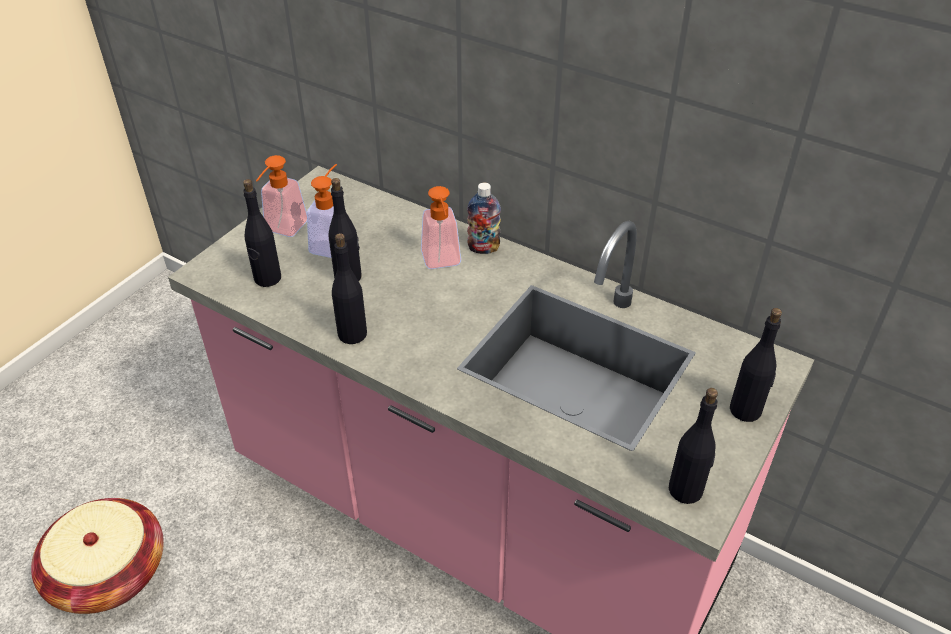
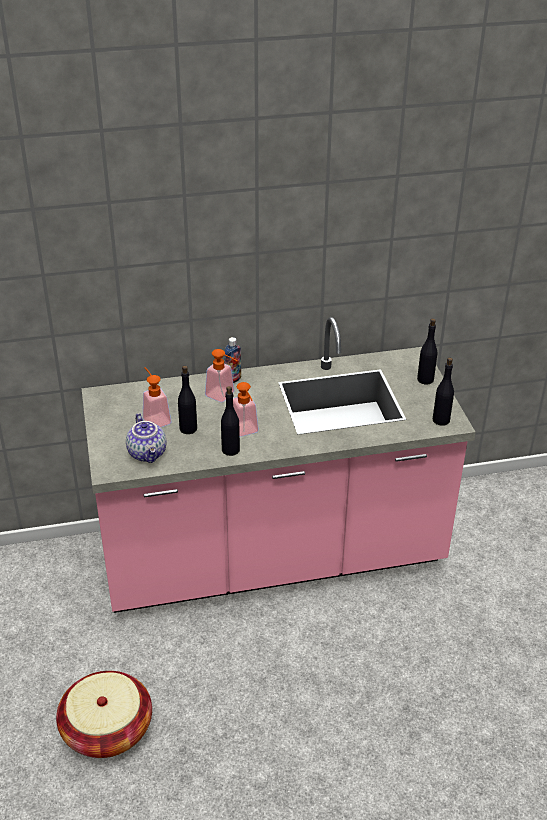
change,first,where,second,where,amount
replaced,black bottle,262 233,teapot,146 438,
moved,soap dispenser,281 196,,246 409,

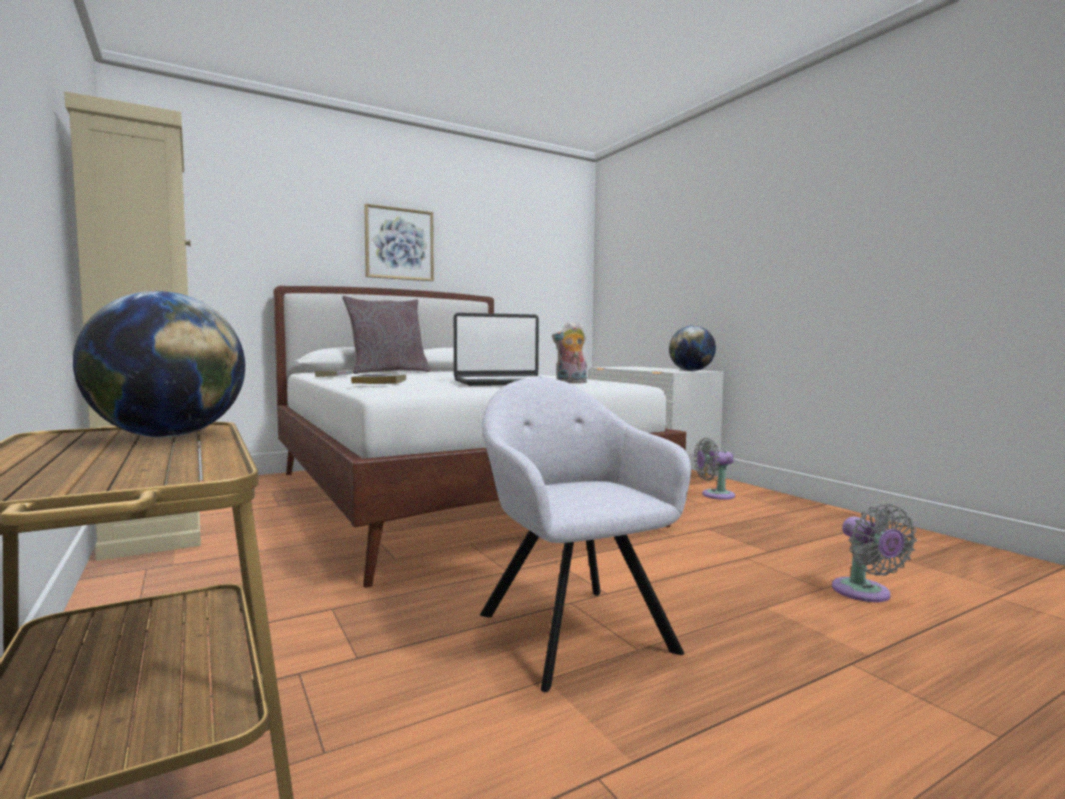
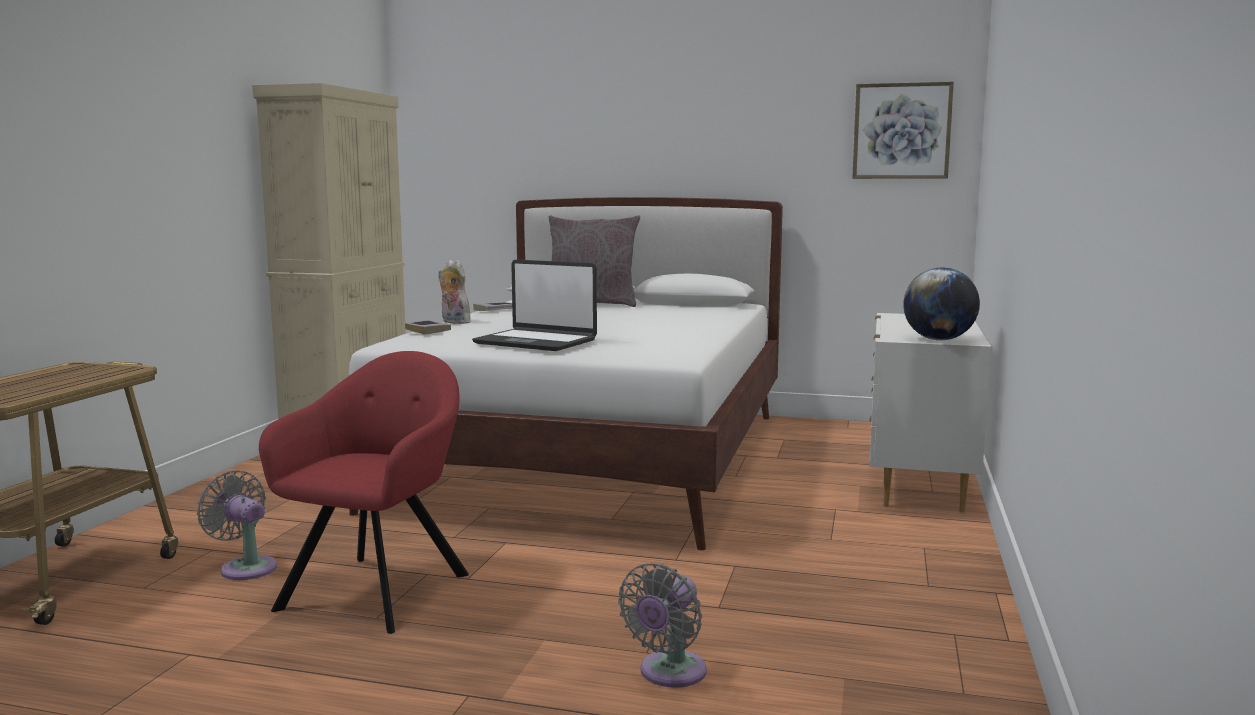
change,first,where,second,where,amount
removed,globe,159 364,,,
moved,picture,399 242,,903 130,
recoloured,grey armchair,585 535,red armchair,364 492,
moved,plush toy,569 352,,454 292,
moved,grey fan,714 469,,237 525,

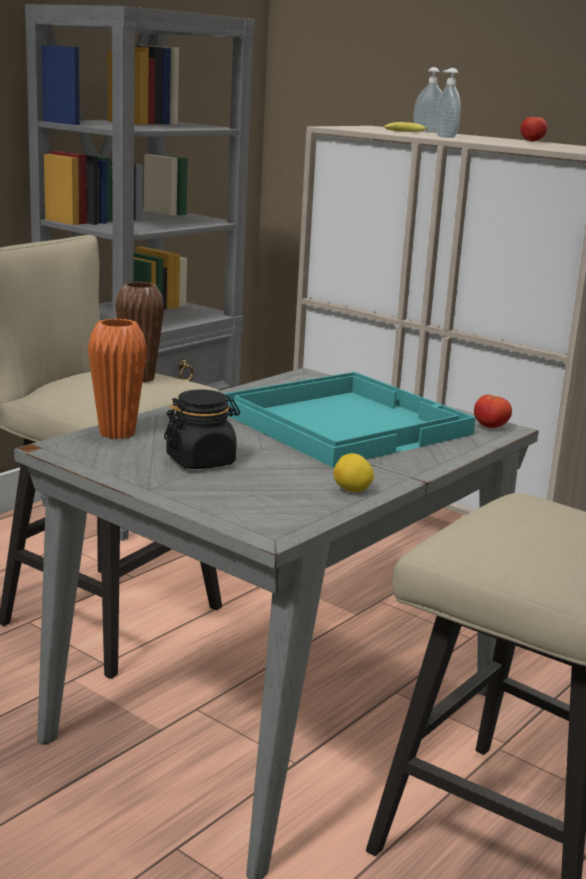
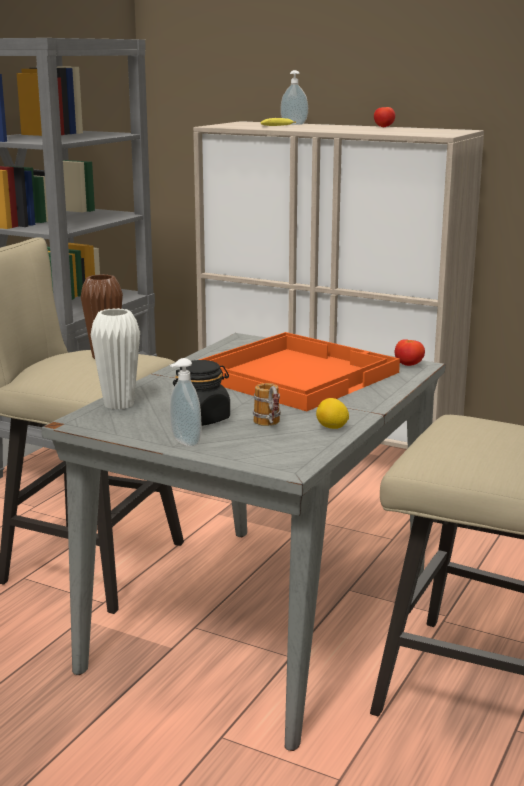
change,first,where,second,where,amount
recoloured,orange vase,117 378,white vase,115 359,
recoloured,turquoise tray,350 419,orange tray,299 371,
moved,soap dispenser,448 103,,185 402,
added,,,mug,267 404,

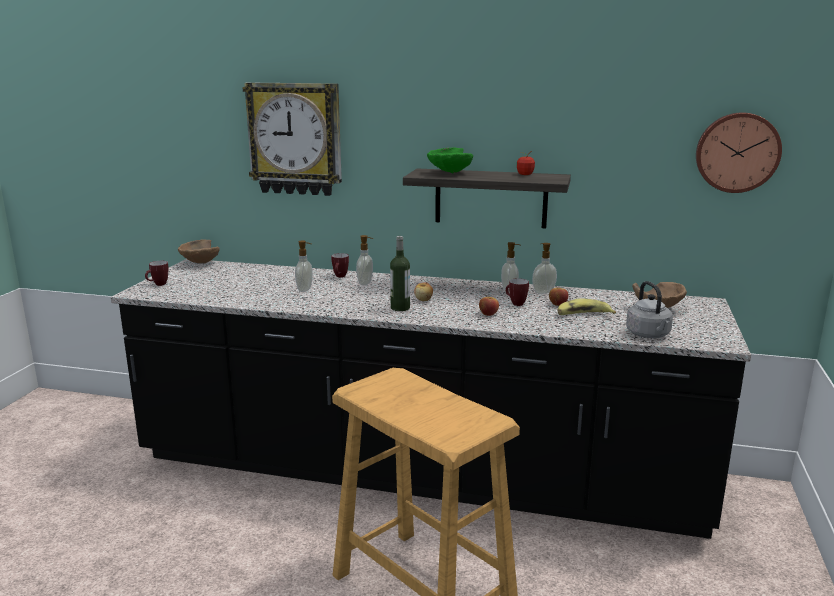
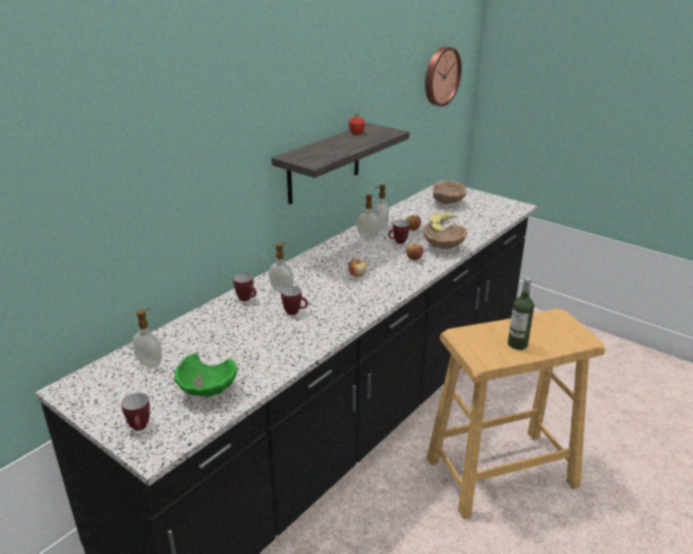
change,first,where,second,where,amount
moved,brown bowl,199 251,,445 236,
removed,wall clock,292 139,,,
moved,soap dispenser,304 266,,147 338,
moved,bottle,400 273,,521 313,
moved,green bowl,450 160,,206 375,
removed,grey kettle,649 309,,,
added,,,mug,294 300,

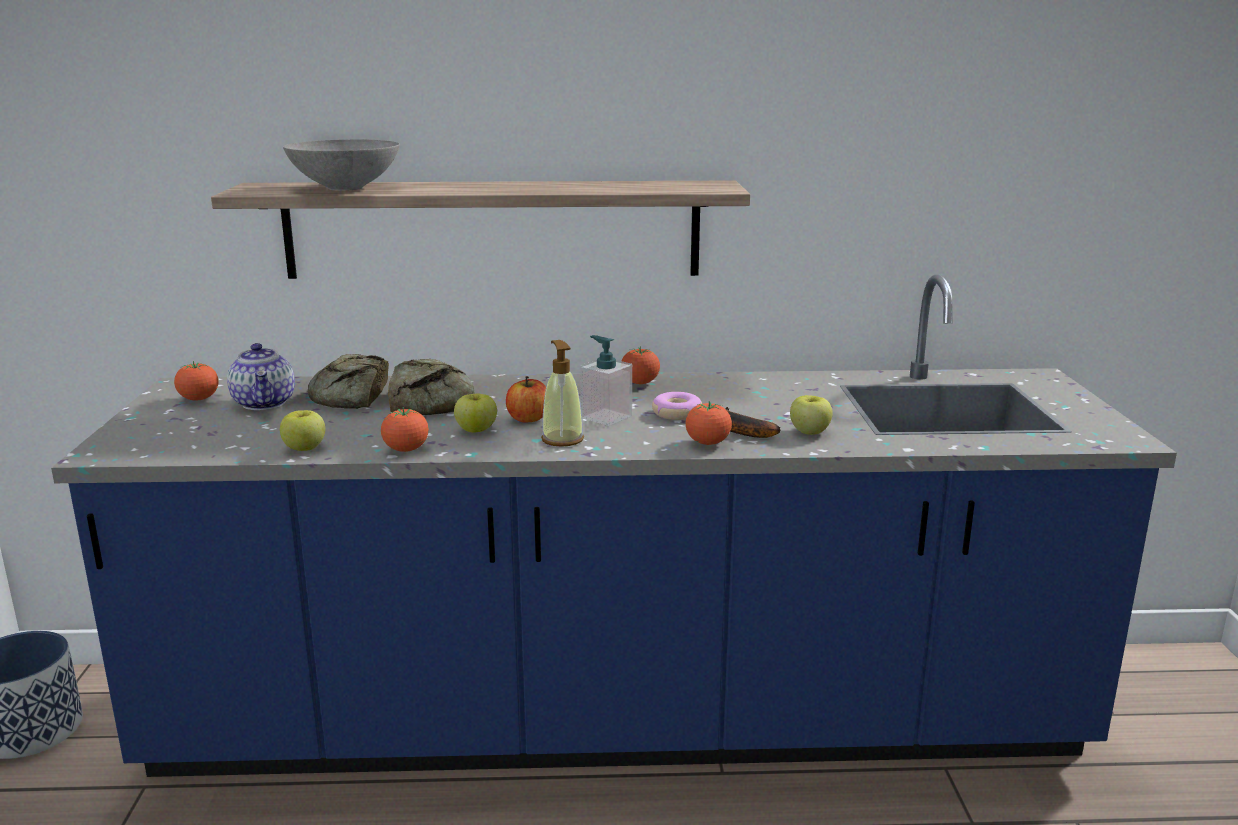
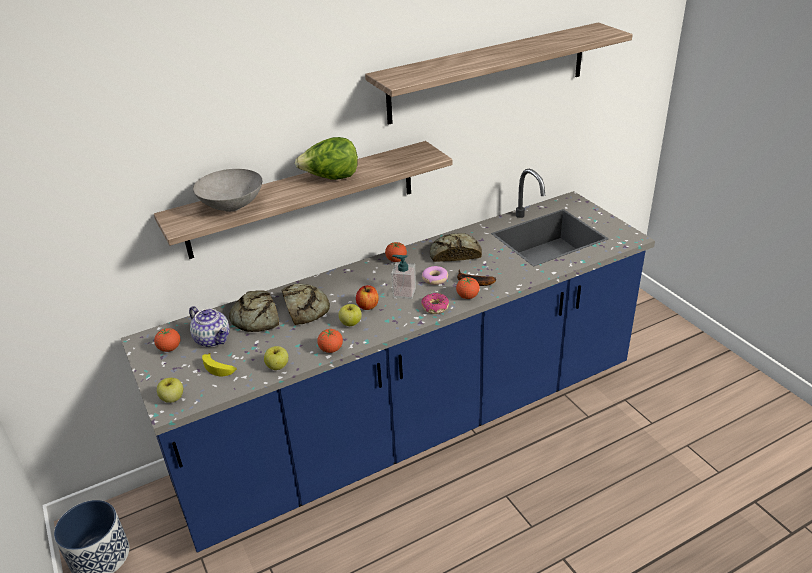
change,first,where,second,where,amount
removed,soap dispenser,562 393,,,
moved,apple,811 415,,170 390,
added,,,banana,219 364,
added,,,lettuce,326 158,
added,,,shelf,499 73,
added,,,donut,435 303,
added,,,bread,456 247,

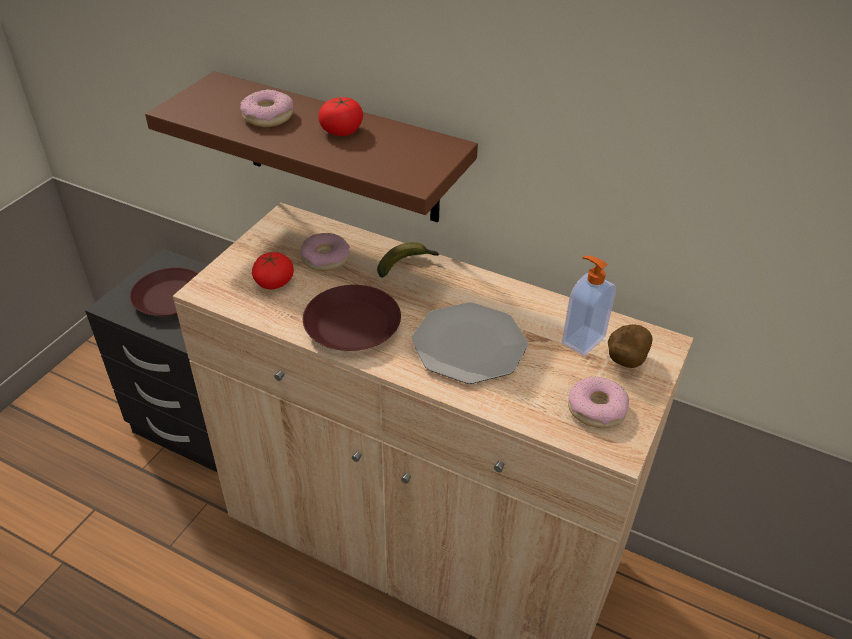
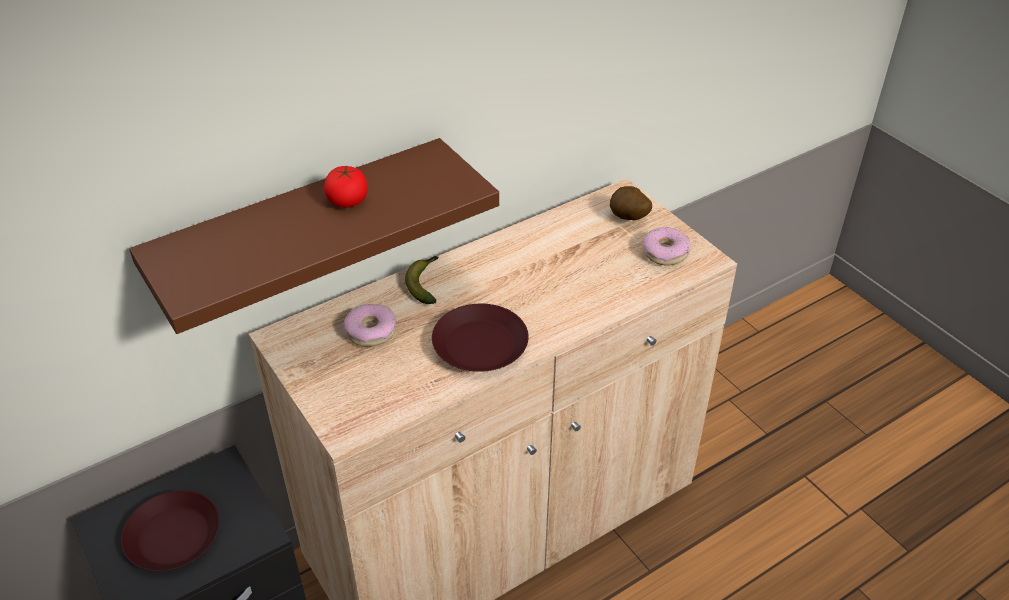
change,first,where,second,where,amount
removed,donut,266 108,,,
removed,tomato,273 270,,,
removed,plate,470 343,,,
removed,soap dispenser,589 306,,,

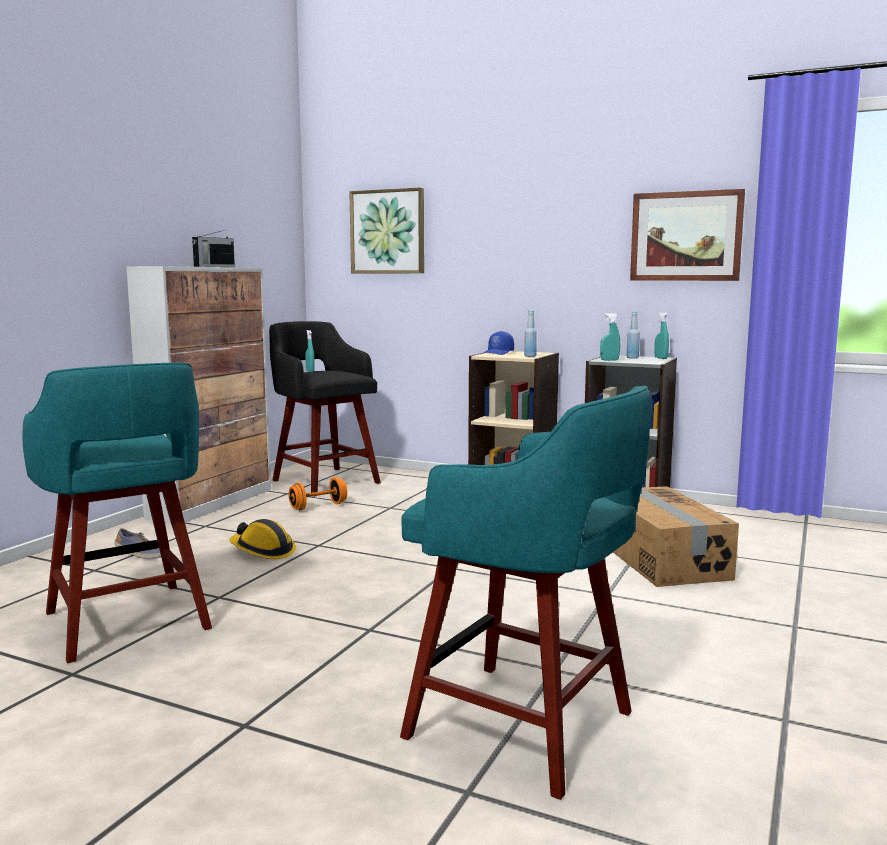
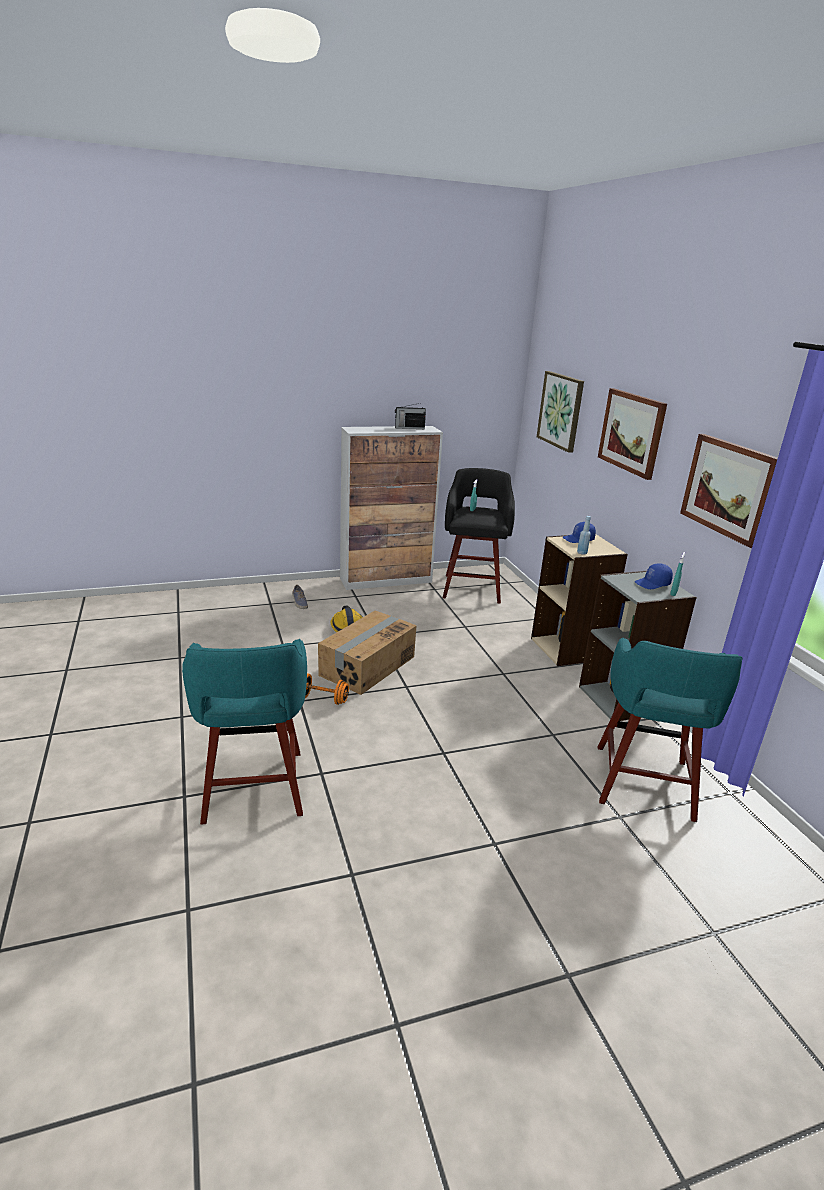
change,first,where,second,where,amount
moved,turquoise stool,117 513,,670 730,
moved,orange dumbbell,318 493,,327 689,
removed,turquoise spray bottle,610 337,,,
moved,cardboard box,676 536,,367 653,
replaced,blue bottle,633 335,blue cap,654 576,
added,,,picture,632 434,

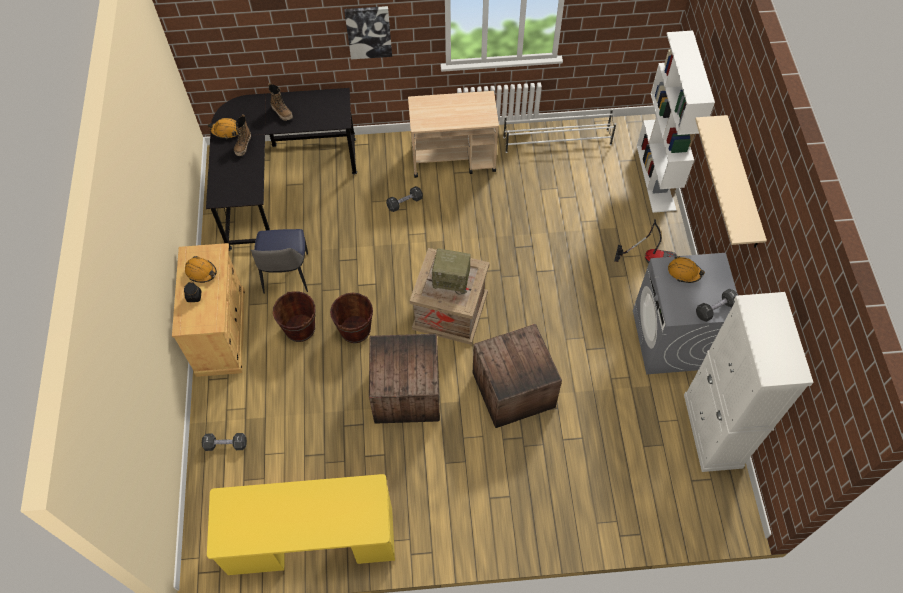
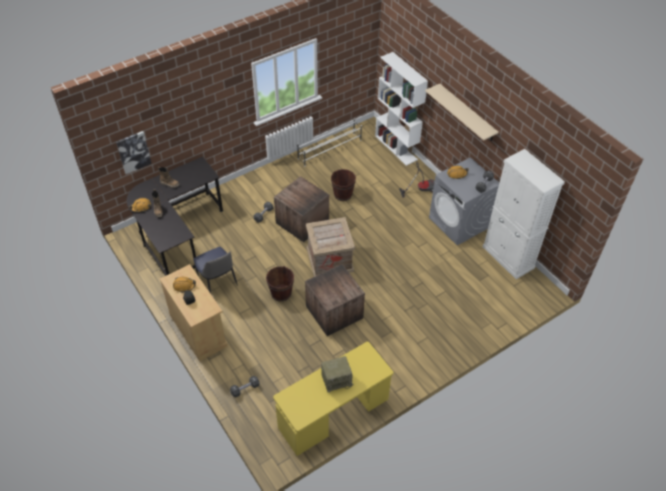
change,first,where,second,where,amount
moved,brown bucket,294 316,,343 185,
moved,picture,368 32,,134 152,
removed,beige cart,453 134,,,
moved,radio,451 271,,337 374,
moved,crate,517 376,,301 209,

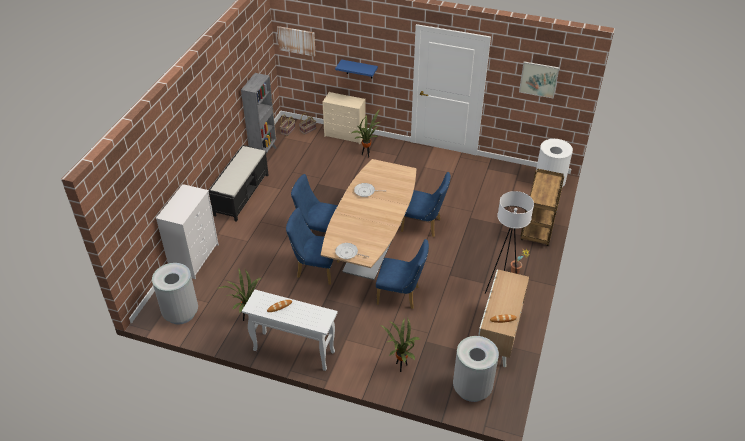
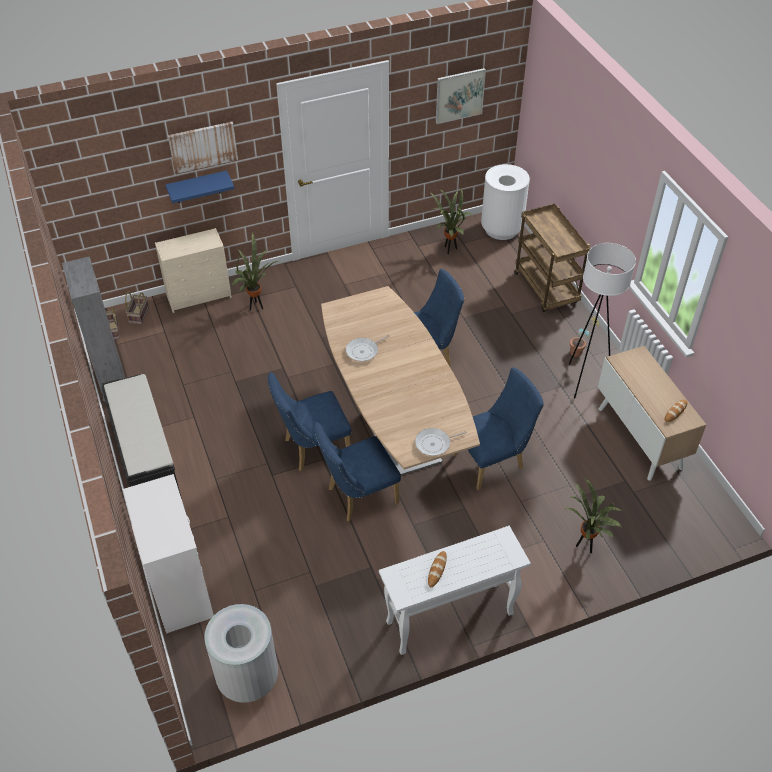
change,first,where,second,where,amount
moved,potted plant,239 295,,451 221,
moved,picture,296 41,,203 148,
removed,grey trash can,476 369,,,

